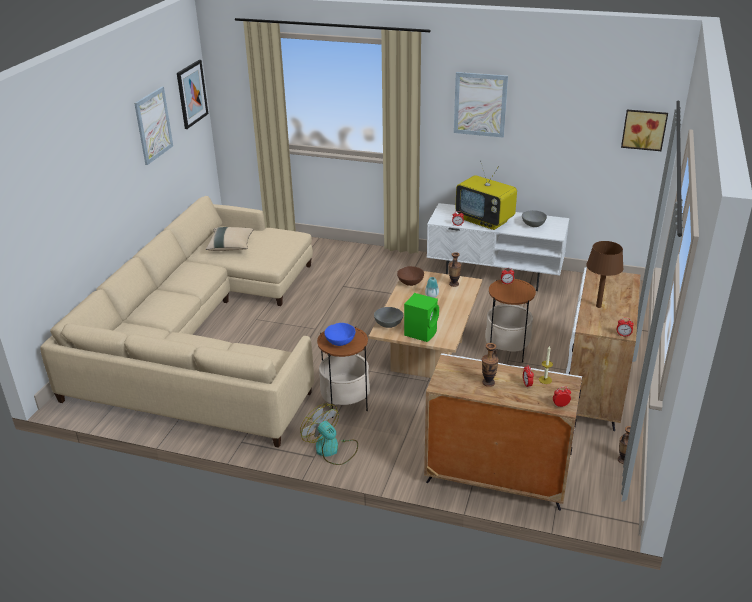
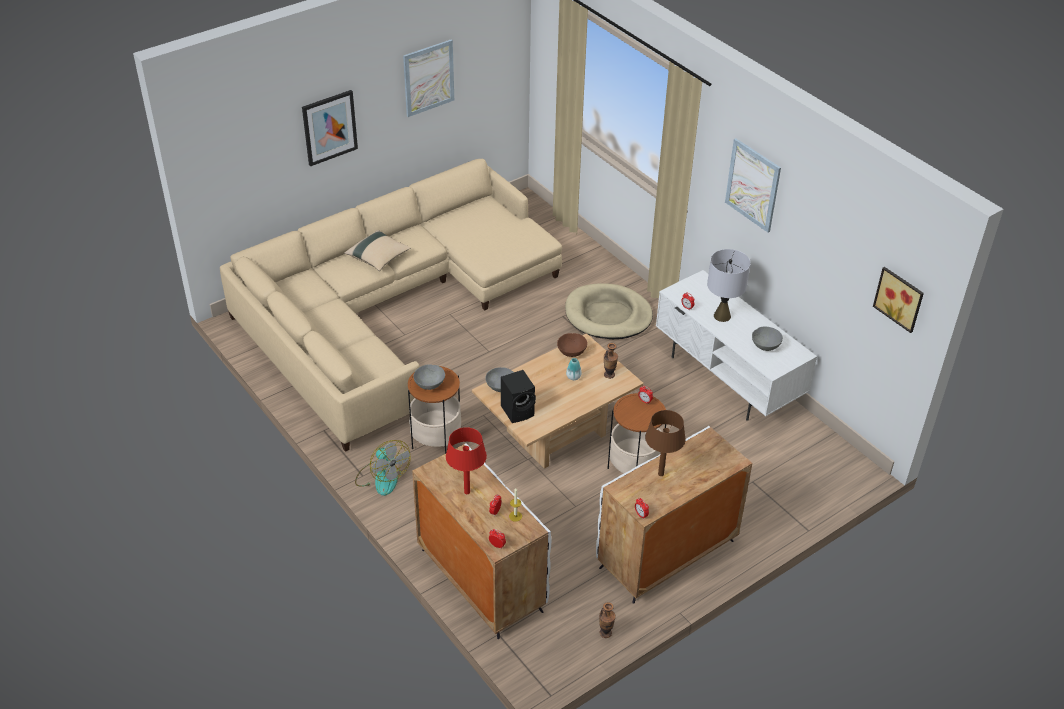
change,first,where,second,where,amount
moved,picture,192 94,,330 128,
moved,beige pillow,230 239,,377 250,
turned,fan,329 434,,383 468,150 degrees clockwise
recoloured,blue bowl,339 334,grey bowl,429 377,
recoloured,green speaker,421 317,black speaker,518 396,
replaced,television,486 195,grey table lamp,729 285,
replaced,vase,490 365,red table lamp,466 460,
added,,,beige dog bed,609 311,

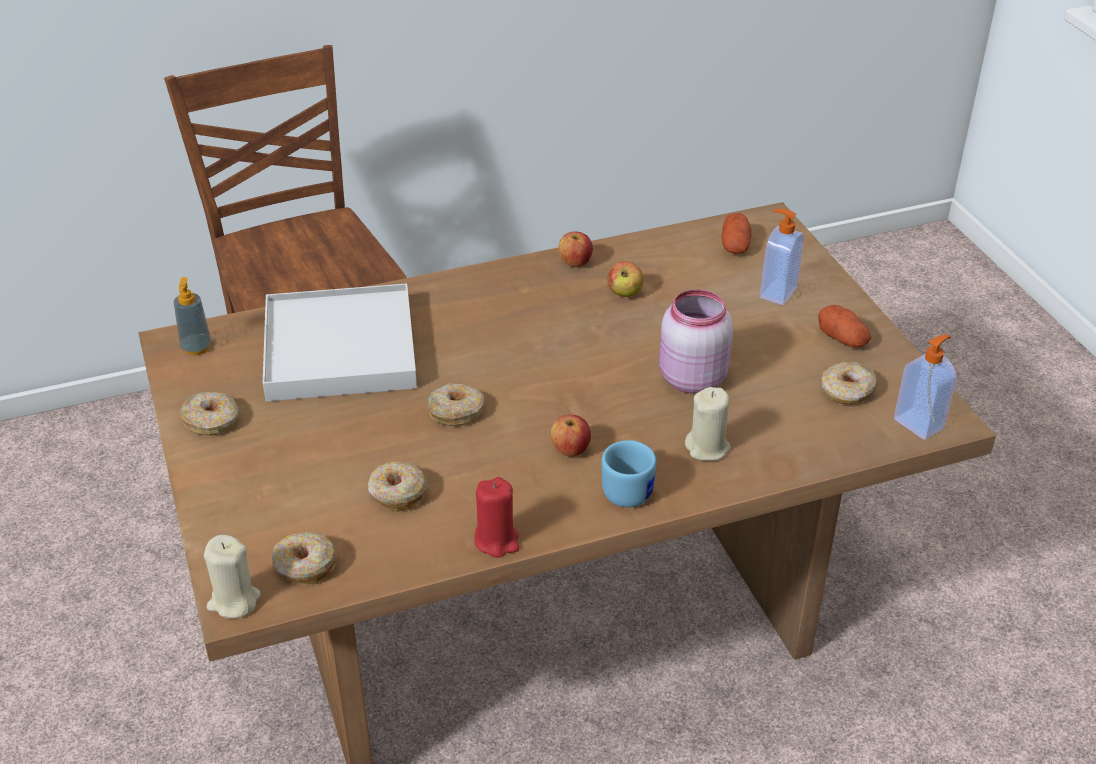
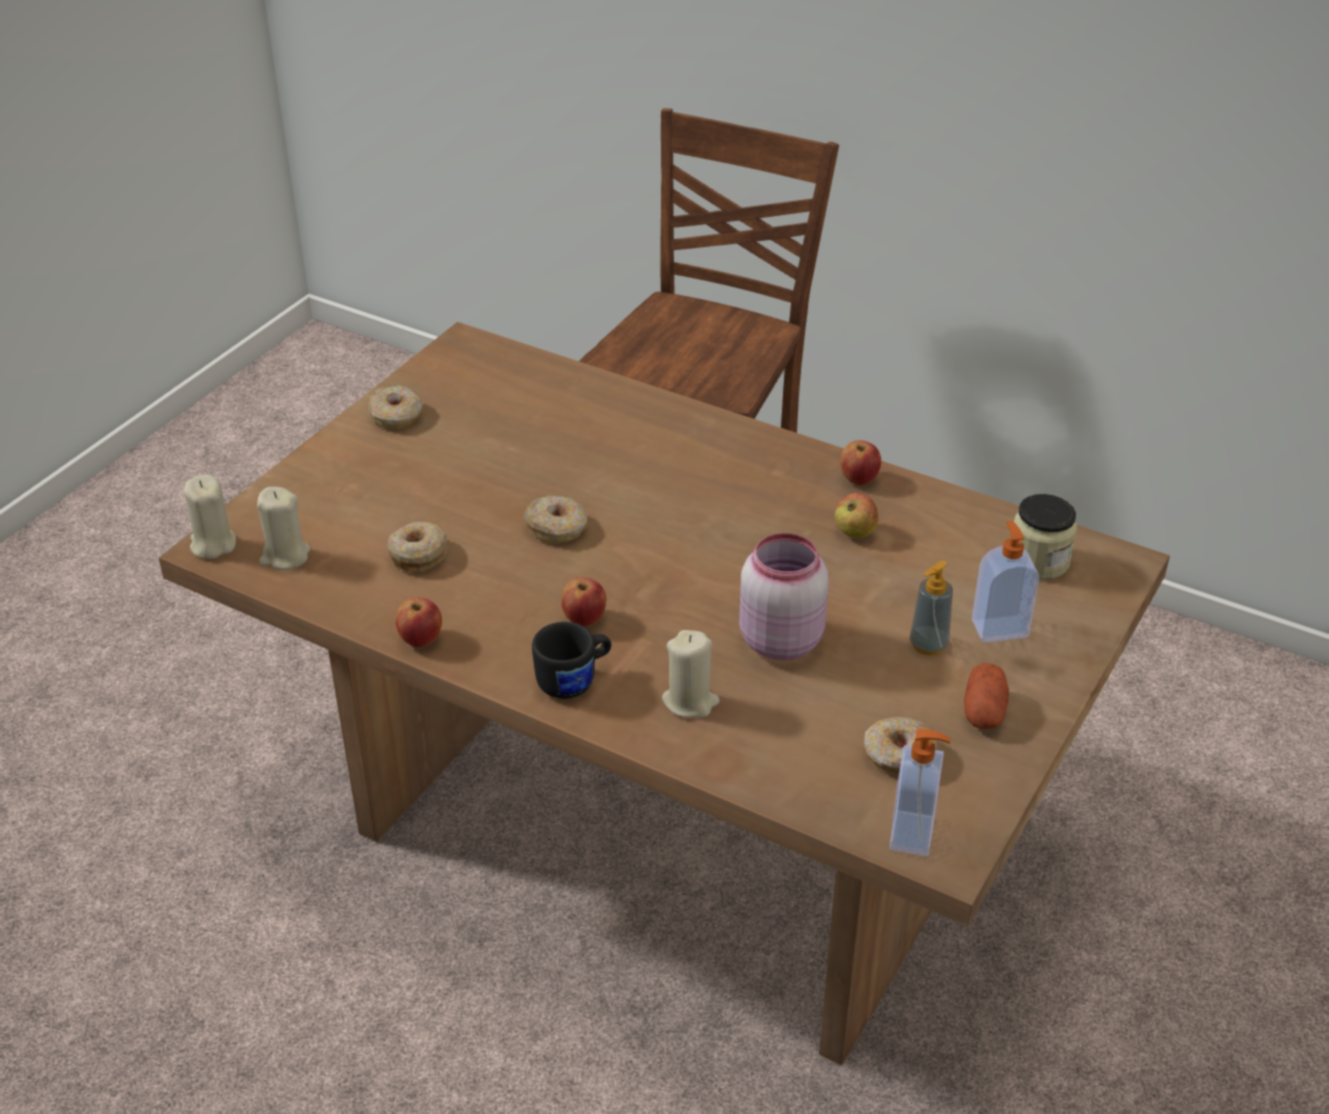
change,first,where,second,where,amount
moved,soap dispenser,193 316,,931 608,
removed,white tray,340 342,,,
replaced,donut,304 558,beige candle,283 528,
replaced,red candle,497 517,apple,419 622,
recoloured,blue mug,628 473,black mug,571 660,
replaced,potato,737 233,jar,1045 537,

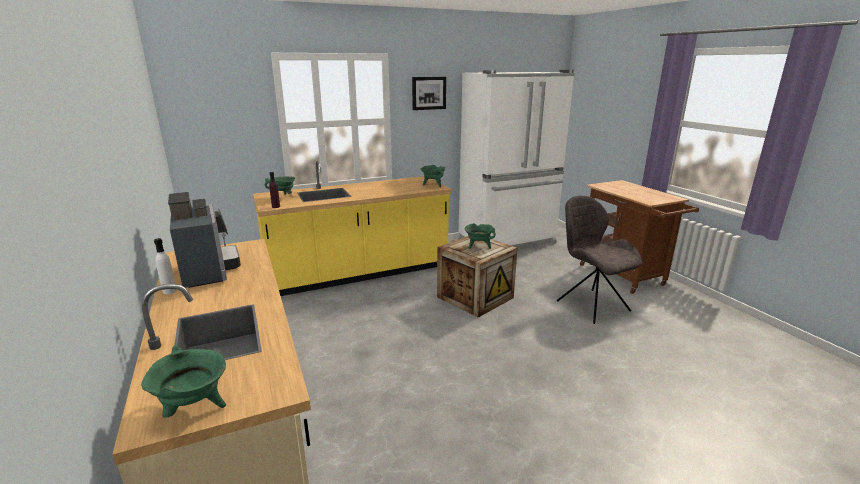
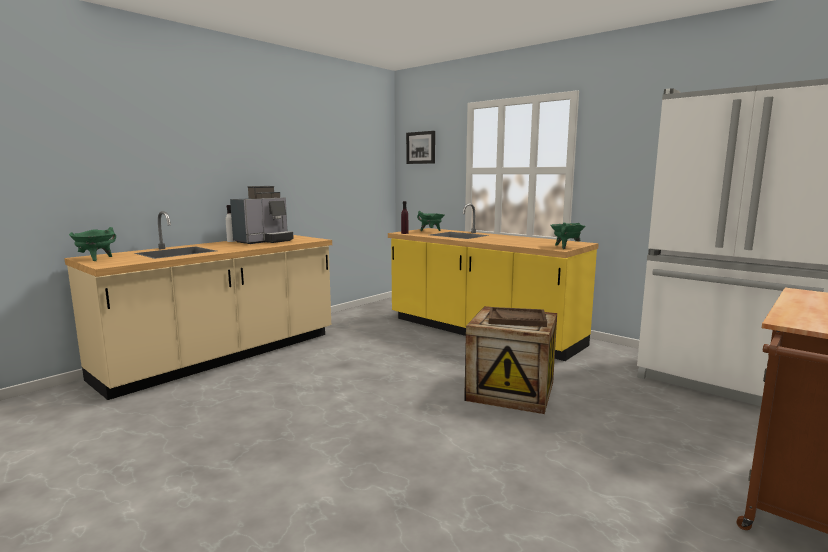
change,first,where,second,where,amount
moved,picture,429 93,,420 147,
replaced,green cooking pot,480 236,brown tray,518 317,
removed,grey chair,600 260,,,

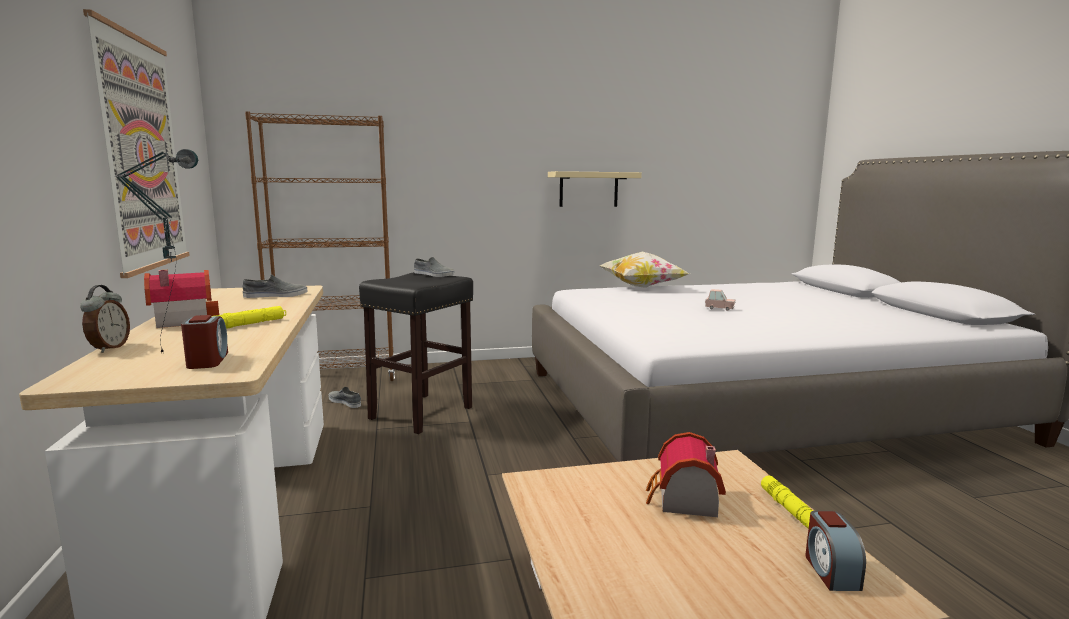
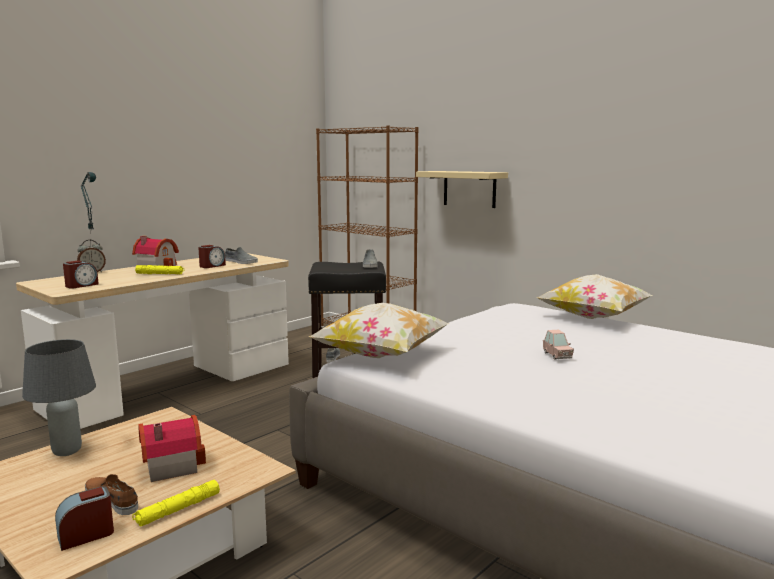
change,first,where,second,where,amount
removed,picture,136 143,,,
moved,beige shelf,595 189,,462 189,
added,,,grey table lamp,59 397,
added,,,brown shoe,111 494,
added,,,alarm clock,212 256,
added,,,pillow,379 330,

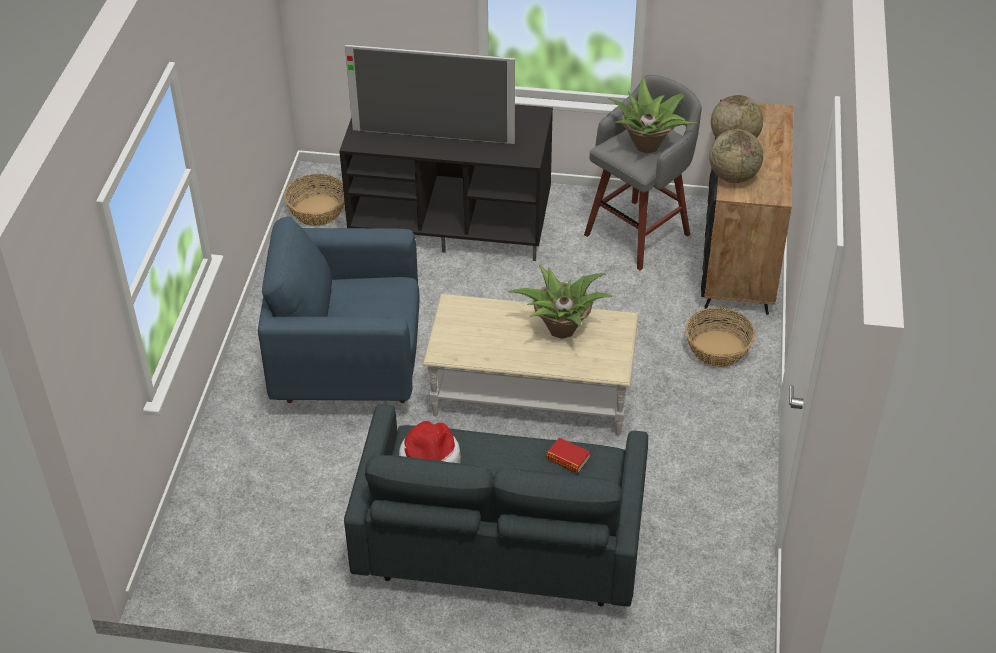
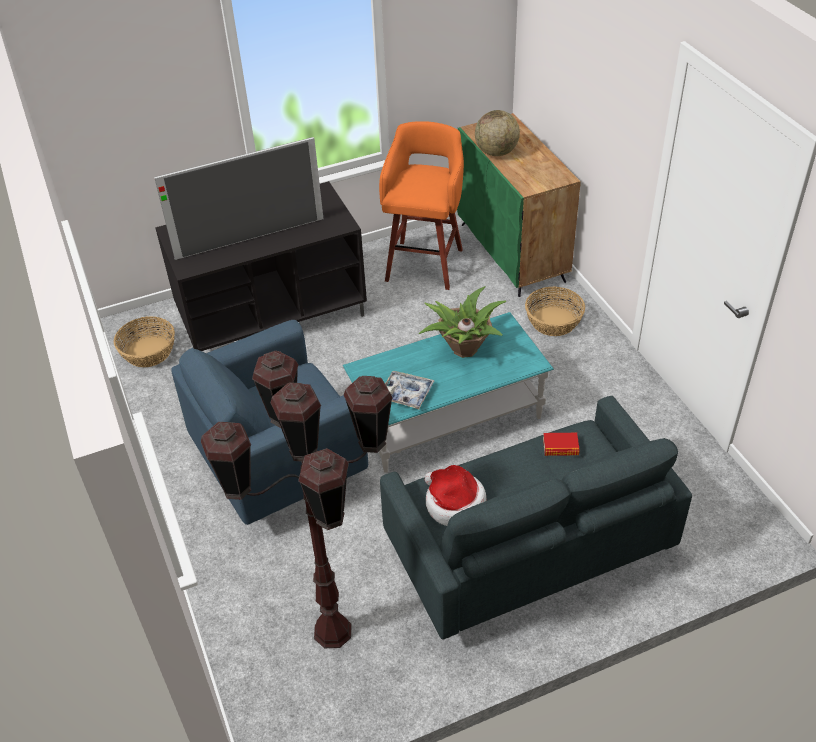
change,first,where,second,where,amount
recoloured,beige coffee table,531 365,turquoise coffee table,448 392,
recoloured,grey stool,643 172,orange stool,421 205,
removed,potted plant,652 116,,,
recoloured,black cabinet,747 207,green cabinet,519 205,
removed,globe,736 156,,,
added,,,brown floor lamp,297 499,
added,,,tray,409 390,

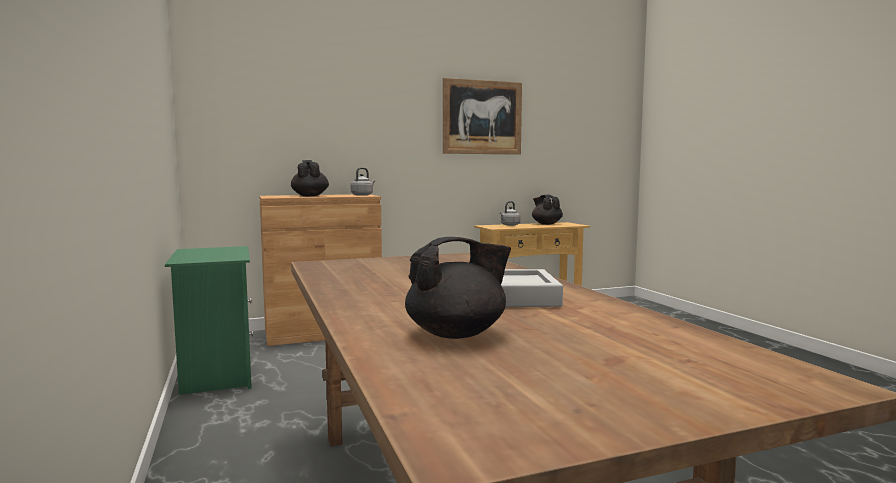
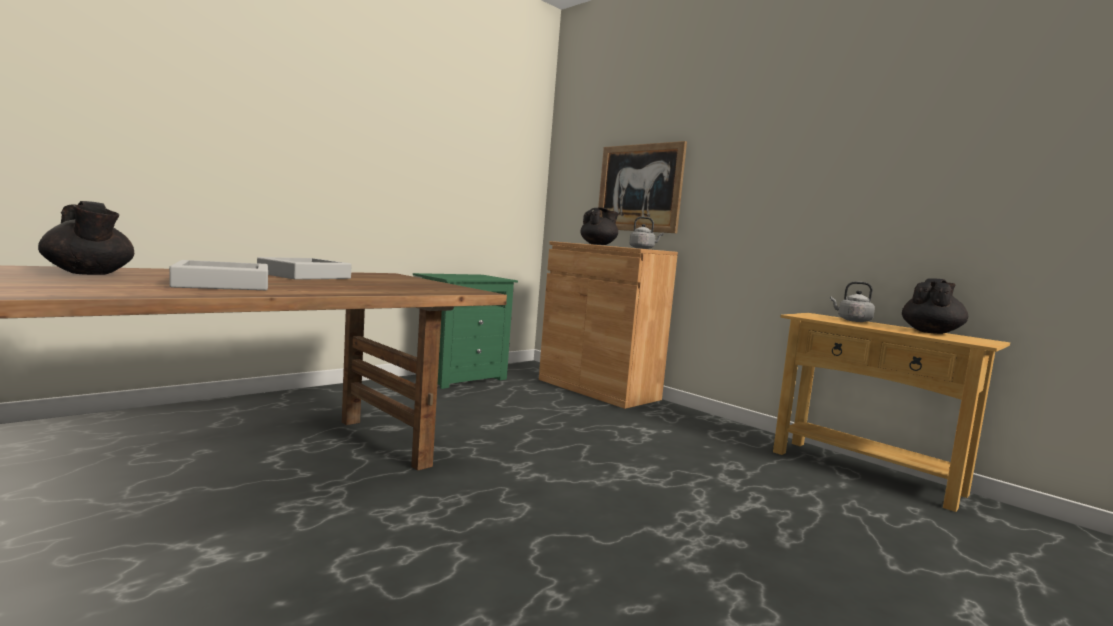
change,first,where,second,where,amount
moved,picture,482 116,,642 187,
added,,,grey tray,304 268,

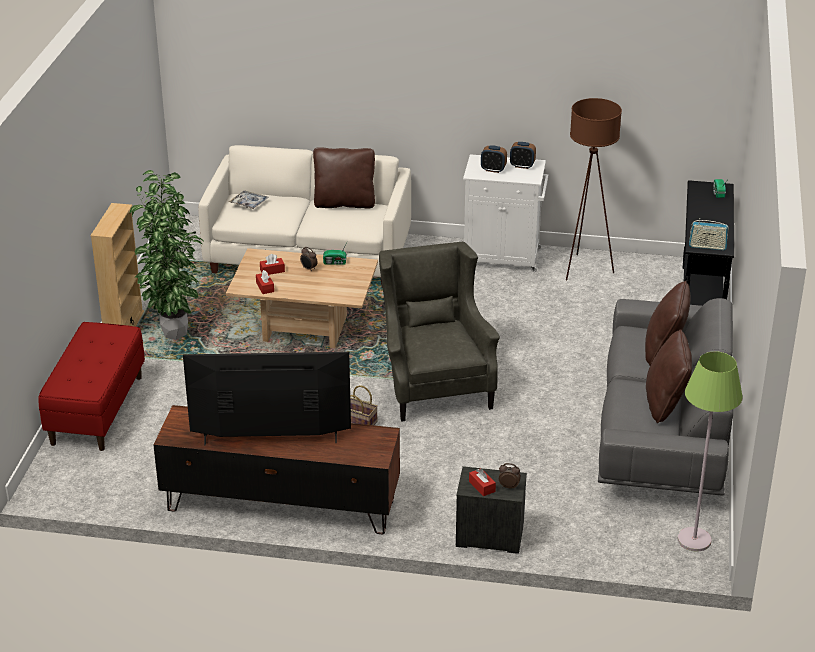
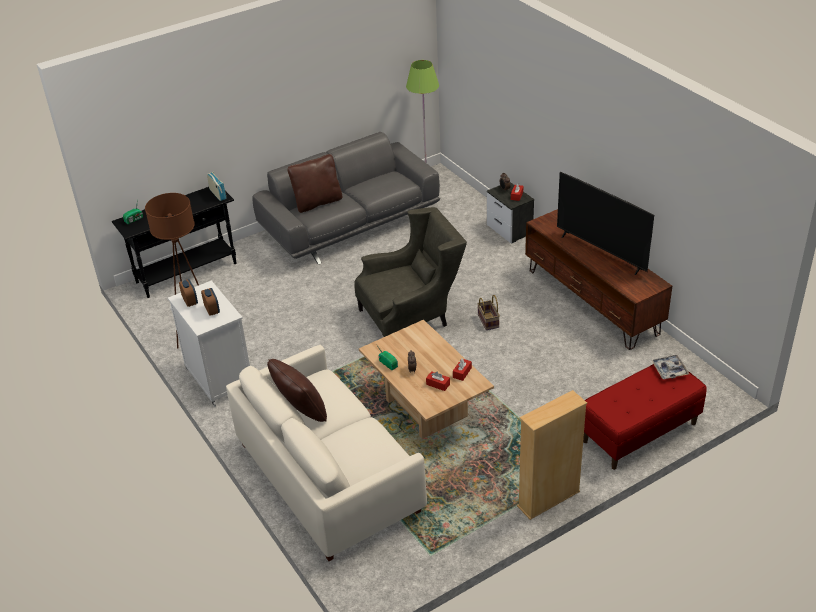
change,first,where,second,where,amount
removed,potted plant,166 255,,,
moved,tray,249 200,,670 367,
turned,grey armchair,439 332,,410 272,150 degrees counterclockwise
removed,brown pillow,669 376,,,

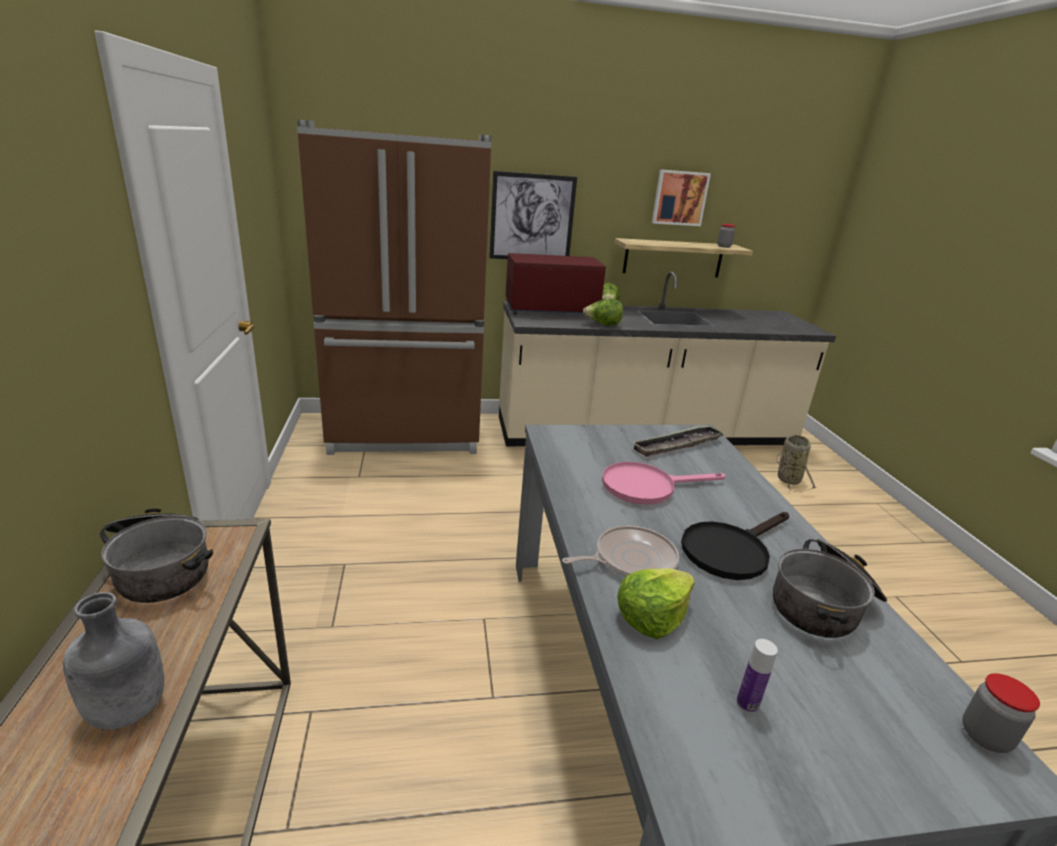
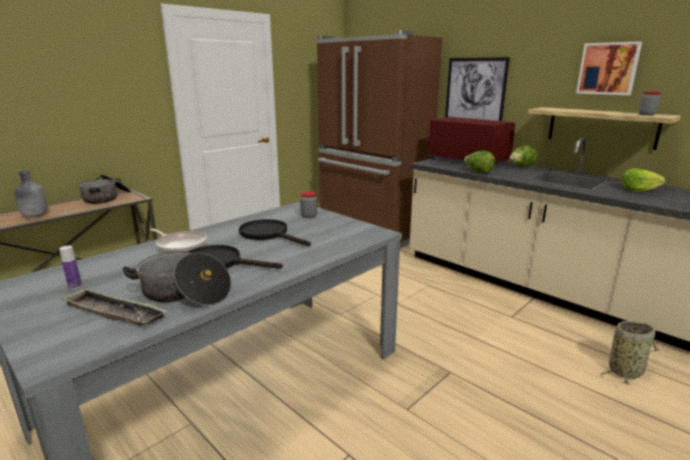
change,first,where,second,where,amount
recoloured,pink frying pan,664 483,black frying pan,275 232,
moved,lettuce,656 603,,643 180,
moved,tray,679 441,,114 307,
moved,jar,1001 713,,308 205,

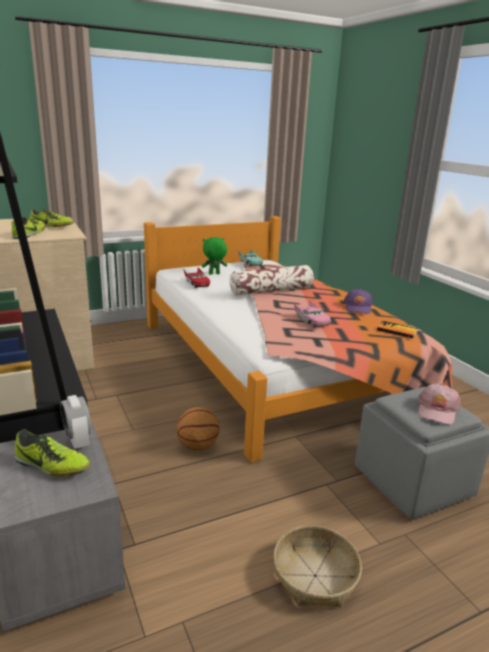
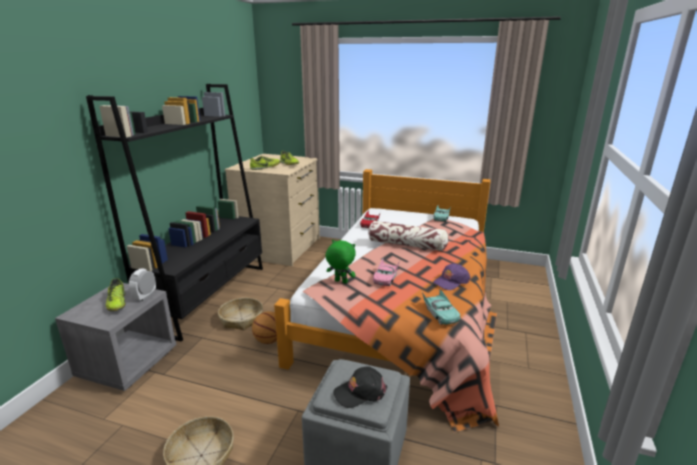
change,first,where,second,where,amount
moved,green plush toy,214 256,,341 262,
replaced,book,397 329,turquoise toy car,441 307,
recoloured,pink cap,439 404,black cap,360 387,
added,,,basket,240 314,

